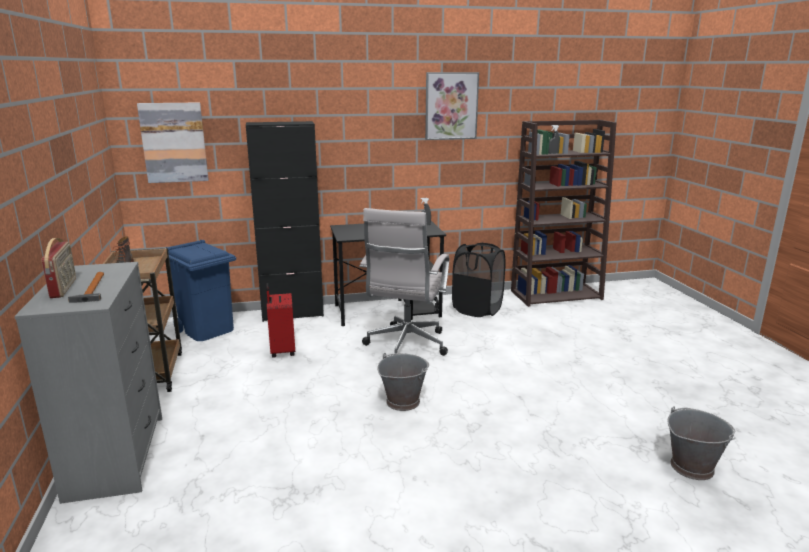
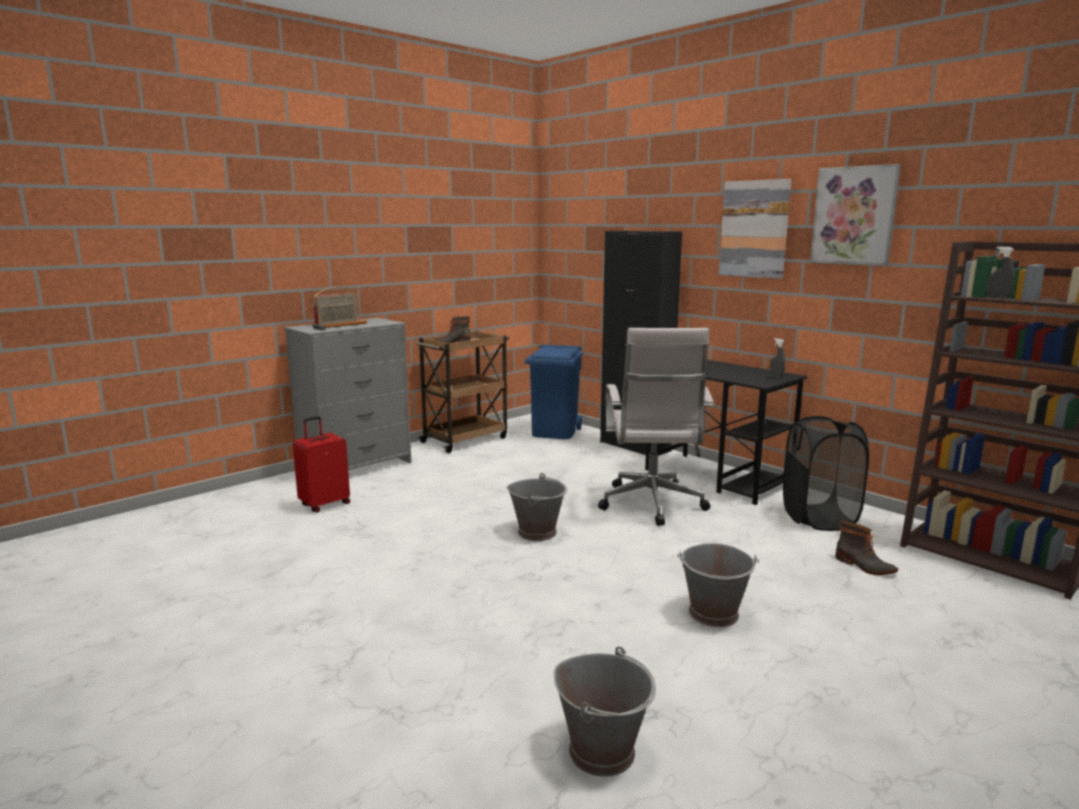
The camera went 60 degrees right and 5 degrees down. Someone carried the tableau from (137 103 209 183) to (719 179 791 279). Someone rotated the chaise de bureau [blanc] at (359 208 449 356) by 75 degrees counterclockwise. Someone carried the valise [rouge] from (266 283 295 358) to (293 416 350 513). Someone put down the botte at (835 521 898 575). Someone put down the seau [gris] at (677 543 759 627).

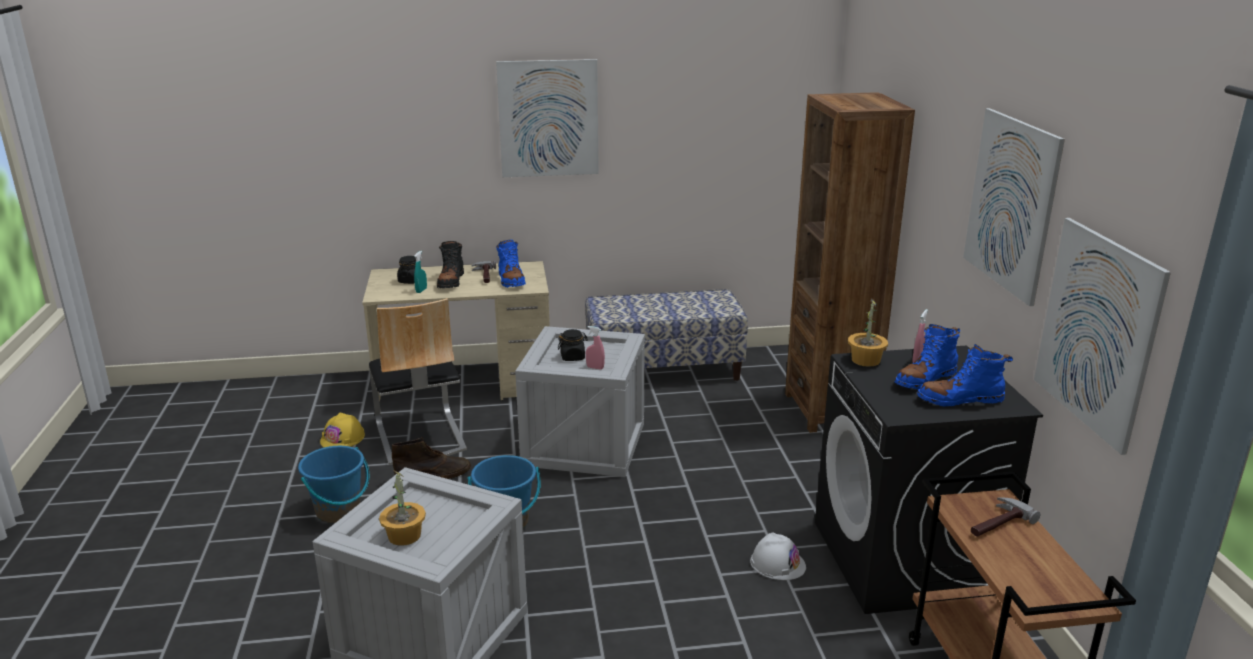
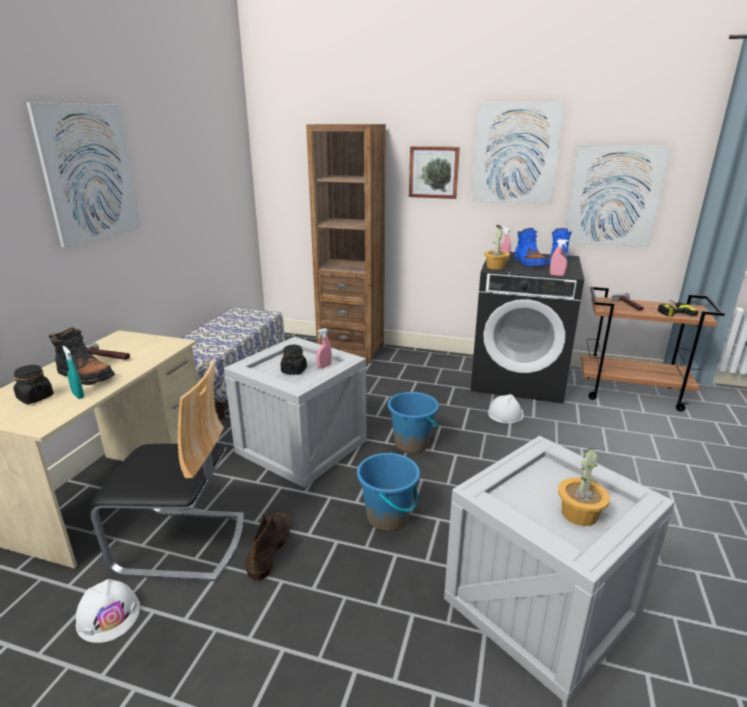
The camera went 65 degrees left and 0 degrees up. Someone took away the botte [bleu] at (496 240 526 288). Someone repainted the casque de chantier [jaune] at (320 413 365 448), which became the casque de chantier [blanc] at (76 579 140 643). Someone carried the seau [bleu] from (298 446 369 523) to (388 392 439 453). Someone put up the tableau at (409 146 460 199). Someone put down the vaporisateur [rose] at (550 239 569 276). Someone put down the perceuse at (658 300 698 317).

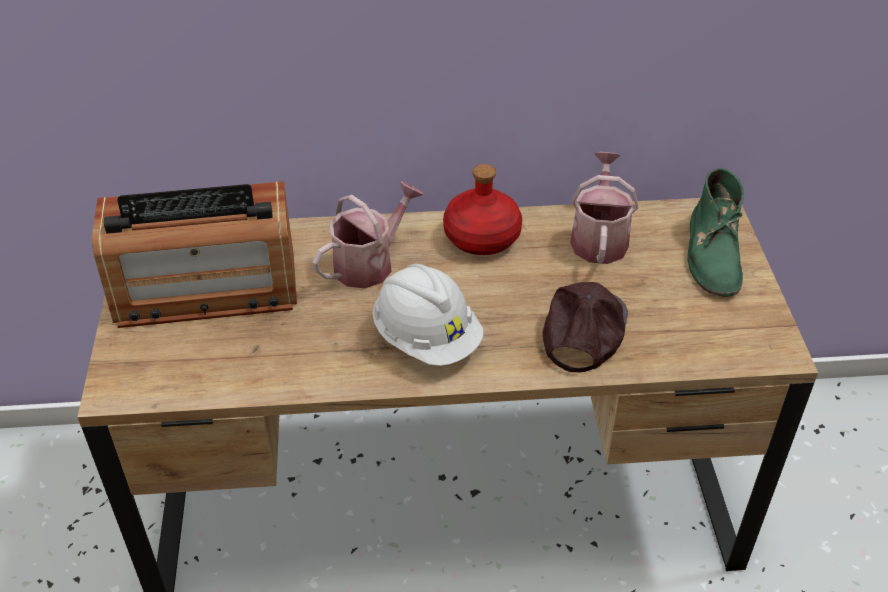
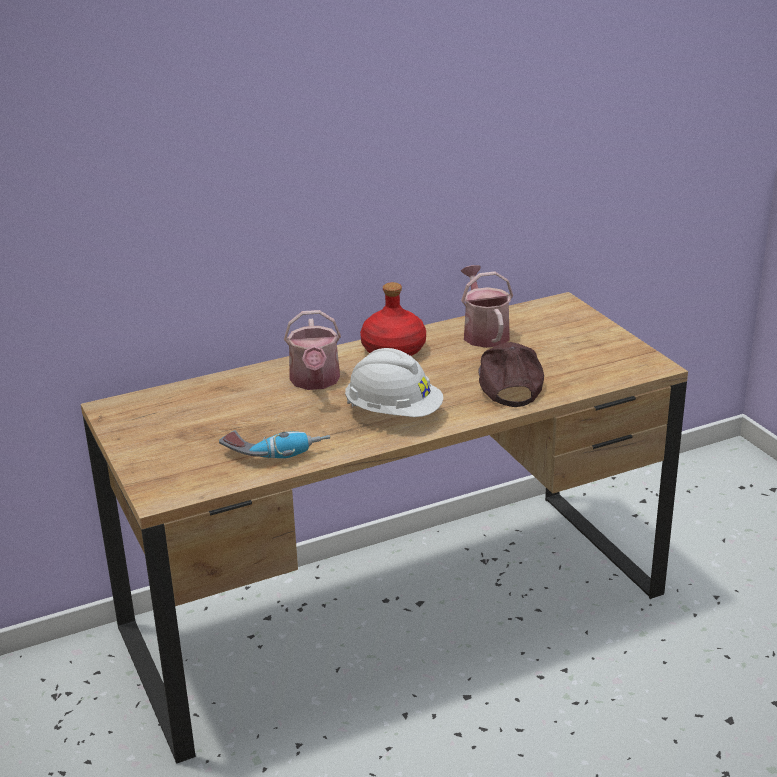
The camera went 20 degrees left and 15 degrees down. Someone took away the botte [vert] at (688 168 744 297). Someone took away the radio at (92 181 297 328). Someone rotated the arrosoir at (312 182 424 289) by 150 degrees clockwise. Someone put down the perceuse at (219 430 330 458).

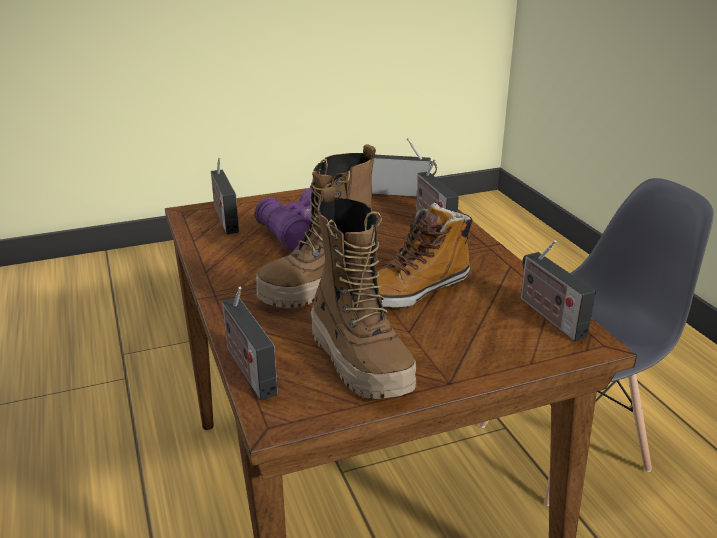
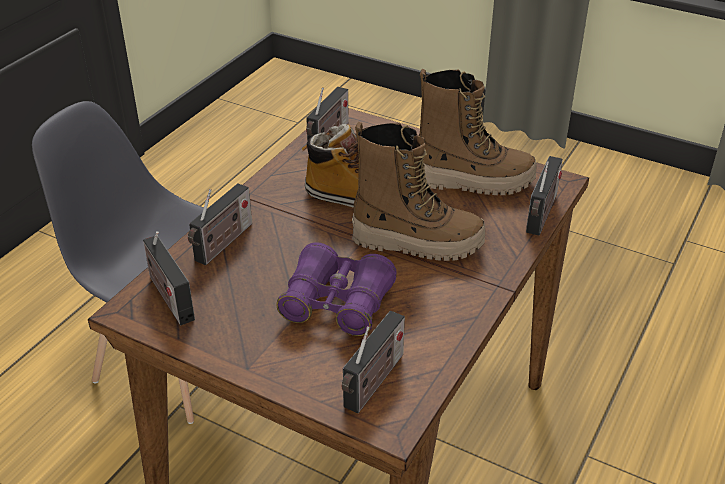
The camera went 130 degrees left and 10 degrees up. Someone rotated the botte at (311 187 416 399) by 75 degrees clockwise.

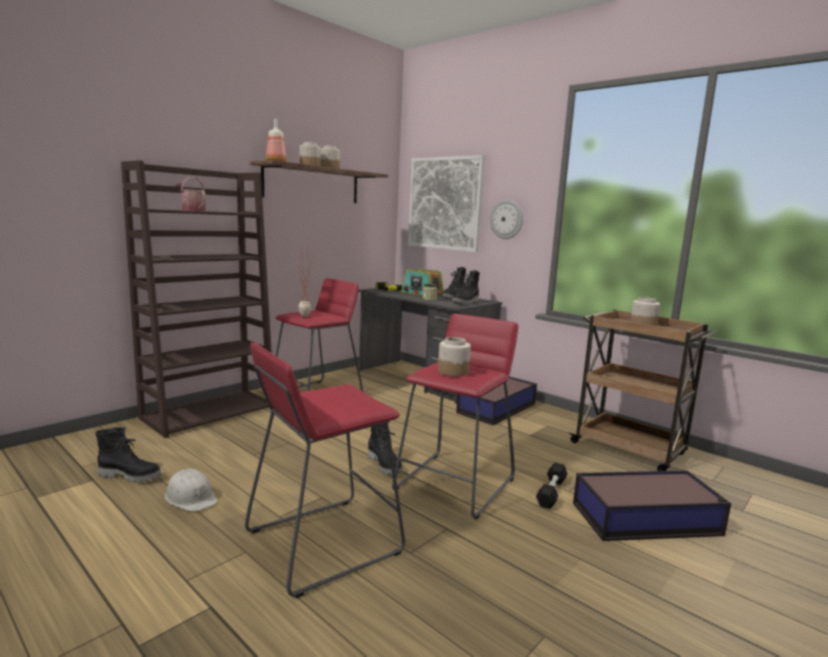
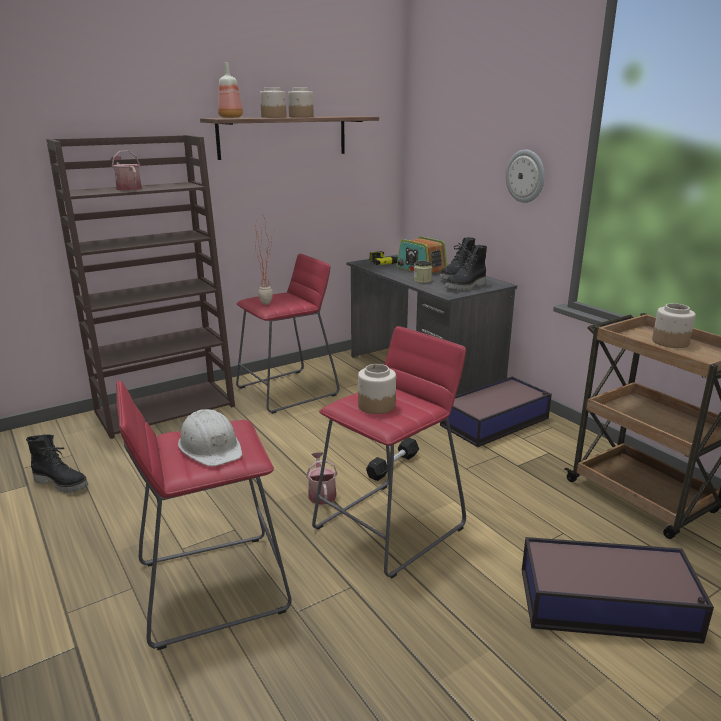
The camera went 15 degrees right and 10 degrees up. Someone took away the tableau at (408 155 485 252). Someone swapped the botte [noir] at (368 421 402 475) for the arrosoir at (306 452 338 505). Someone carried the haltère [noir] from (536 462 568 509) to (366 438 419 481). Someone carried the casque de chantier [blanc] from (164 469 217 512) to (178 409 242 466).

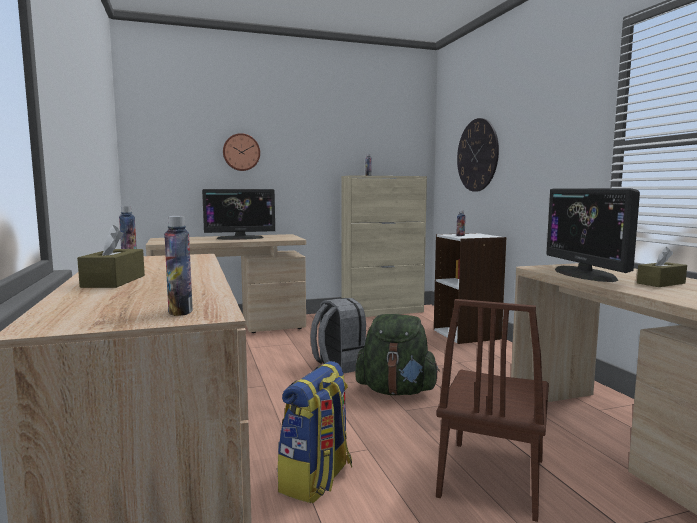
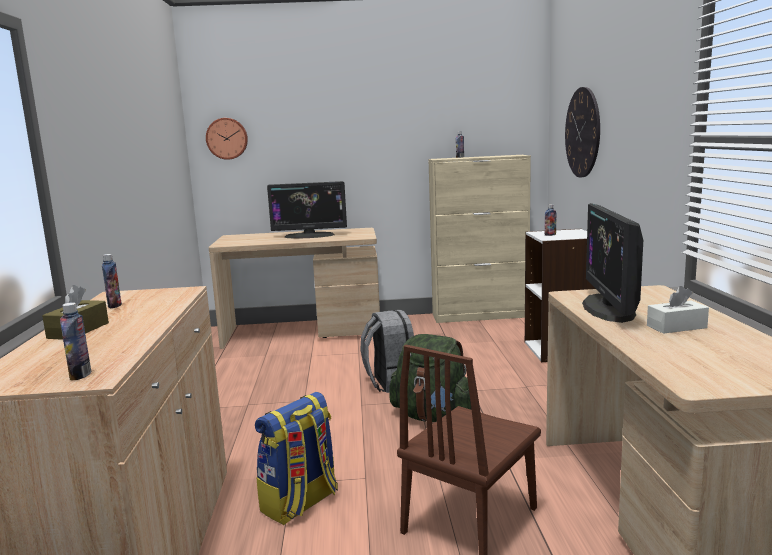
The camera went 15 degrees right and 5 degrees up. Someone carried the horloge murale from (223 133 260 171) to (206 118 248 160). Someone repainted the boîte à mouchoirs [marron] at (637 247 687 287), which became the boîte à mouchoirs [blanc] at (647 286 709 334).

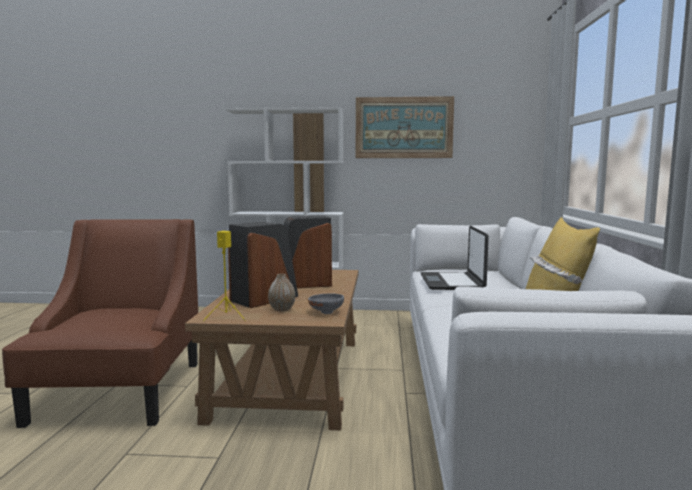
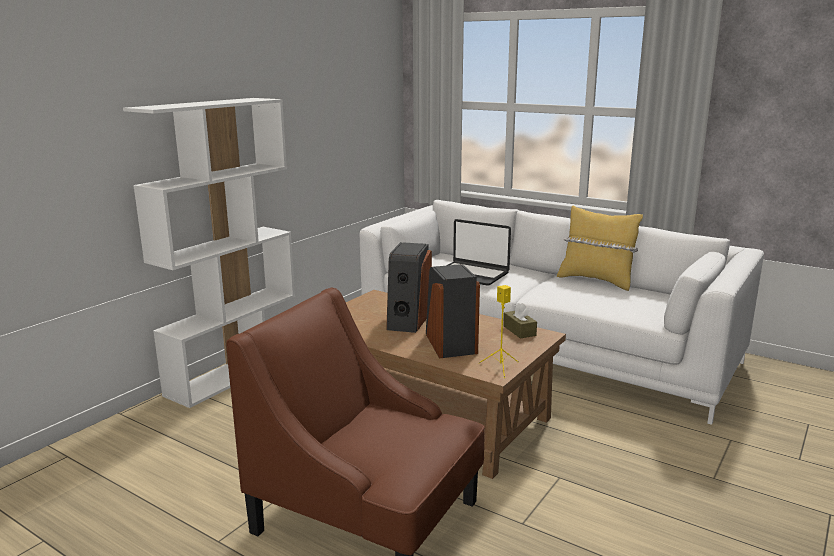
The camera went 60 degrees left and 10 degrees up. Someone took away the tableau at (356 96 454 158). Someone took away the vase at (268 274 295 311). Someone swapped the bol [gris] at (308 293 344 314) for the boîte à mouchoirs [marron] at (503 303 537 339).

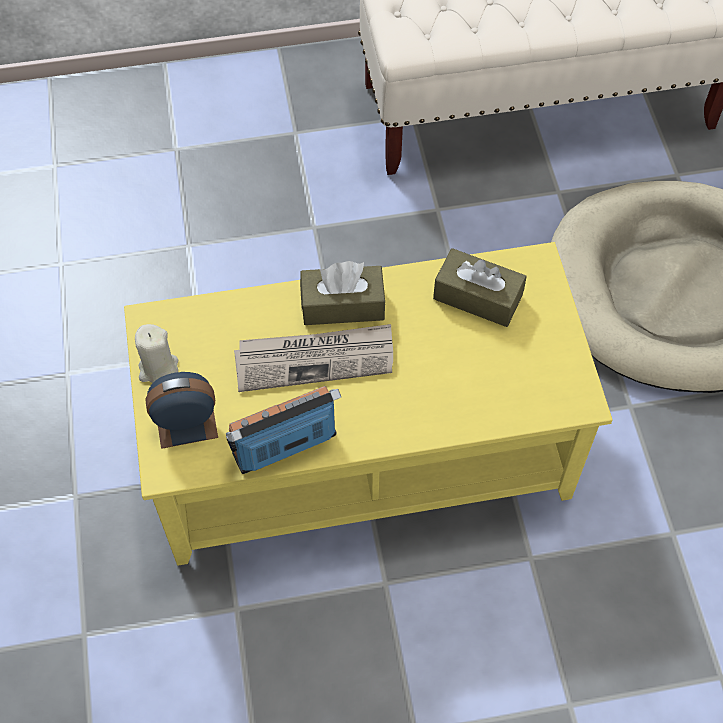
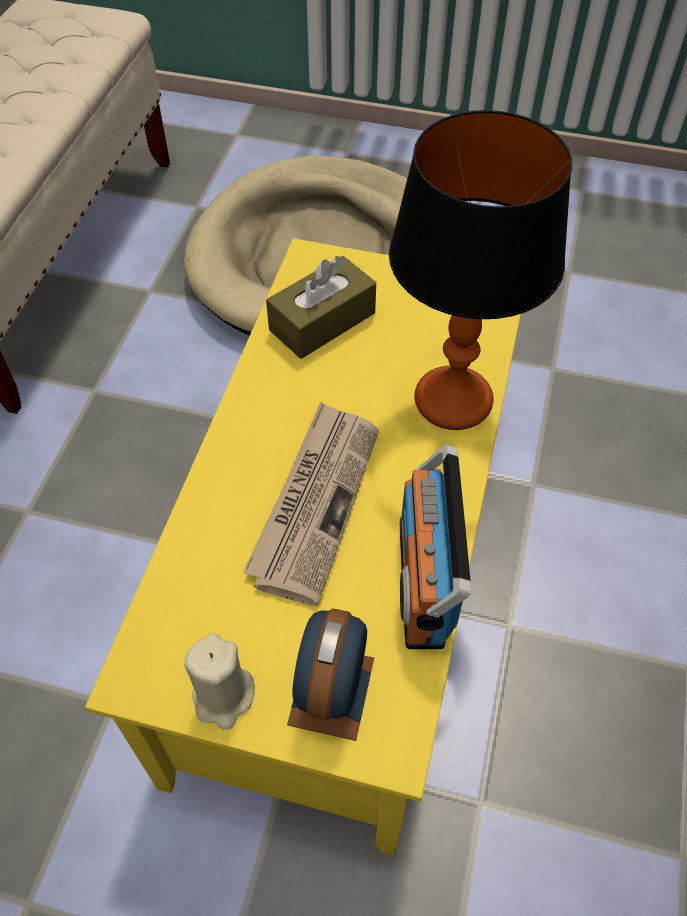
The camera went 65 degrees left and 5 degrees down. Someone took away the boîte à mouchoirs [marron] at (300 261 385 325). Someone put down the lampe de table at (389 110 572 430).

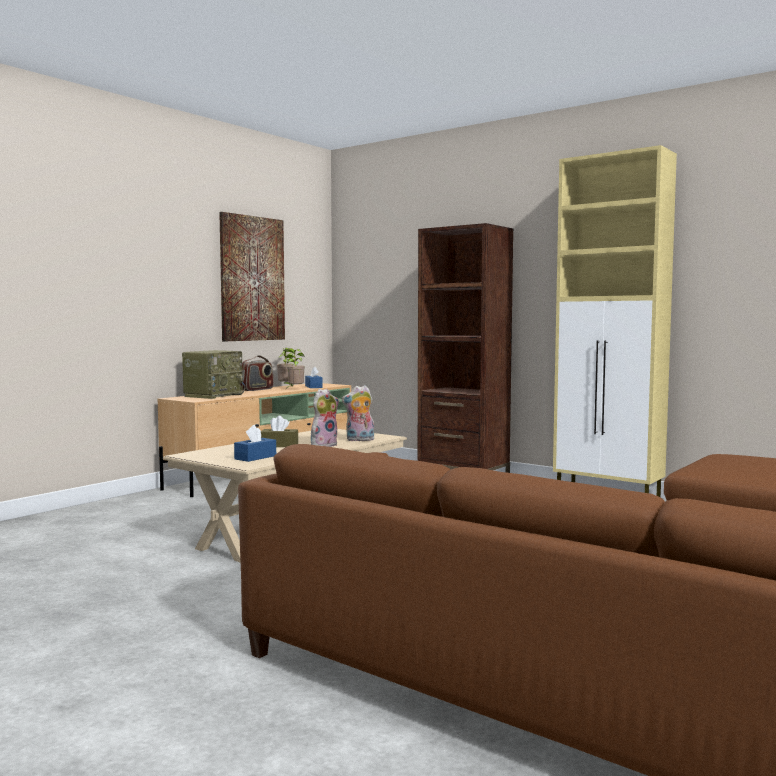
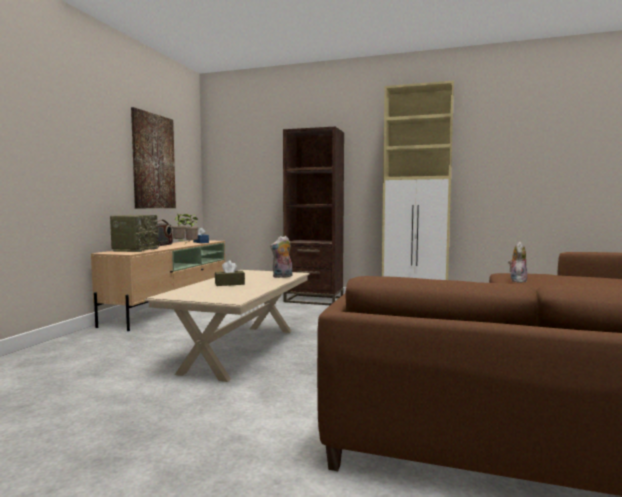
The camera went 20 degrees left and 0 degrees up. Someone carried the peluche from (311 388 339 447) to (508 242 527 283). Someone took away the boîte à mouchoirs [bleu] at (234 425 276 462).

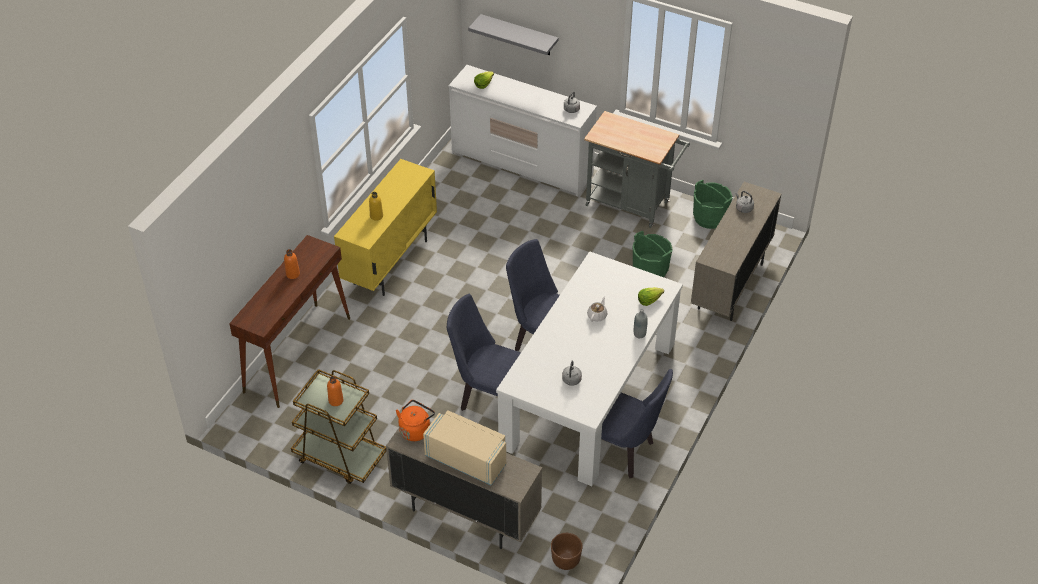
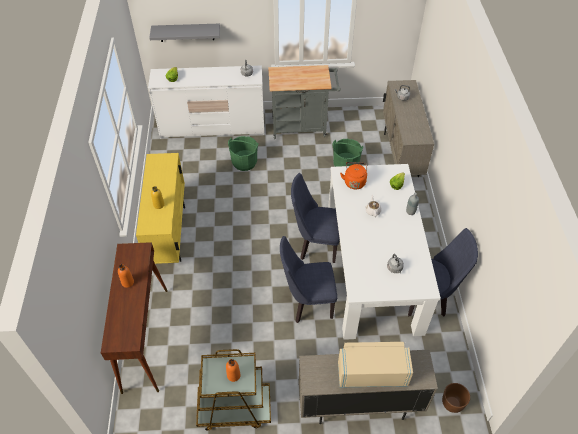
The camera went 30 degrees left and 5 degrees up. Someone carried the seau [vert] from (693 180 732 229) to (228 136 259 171). Someone carried the bouilloire [orange] from (396 400 435 441) to (340 162 367 190).

